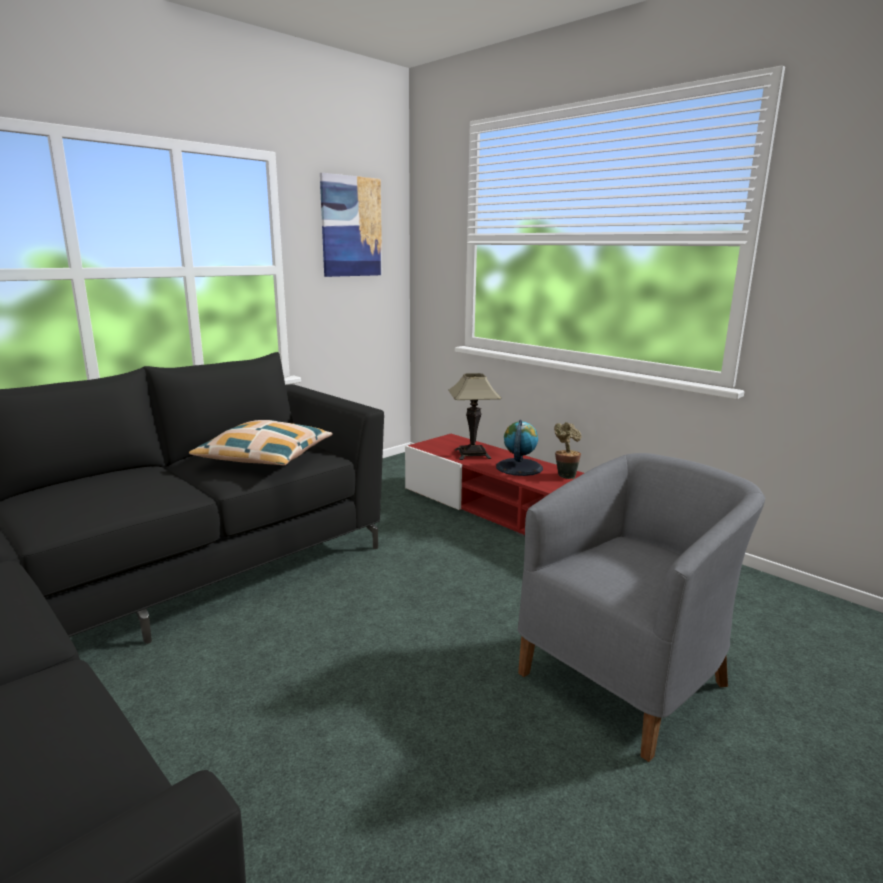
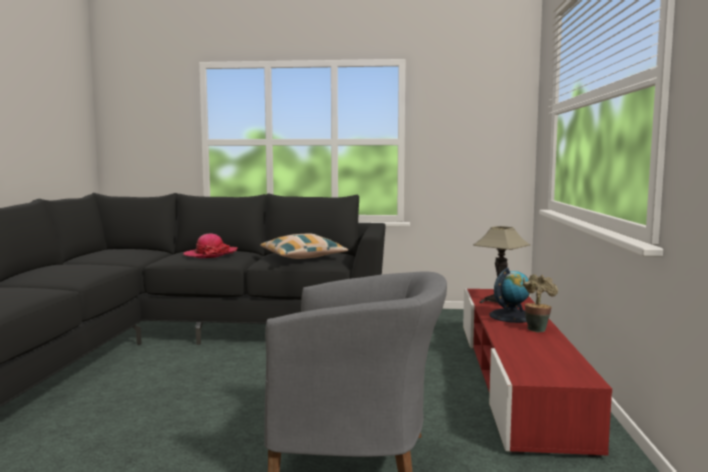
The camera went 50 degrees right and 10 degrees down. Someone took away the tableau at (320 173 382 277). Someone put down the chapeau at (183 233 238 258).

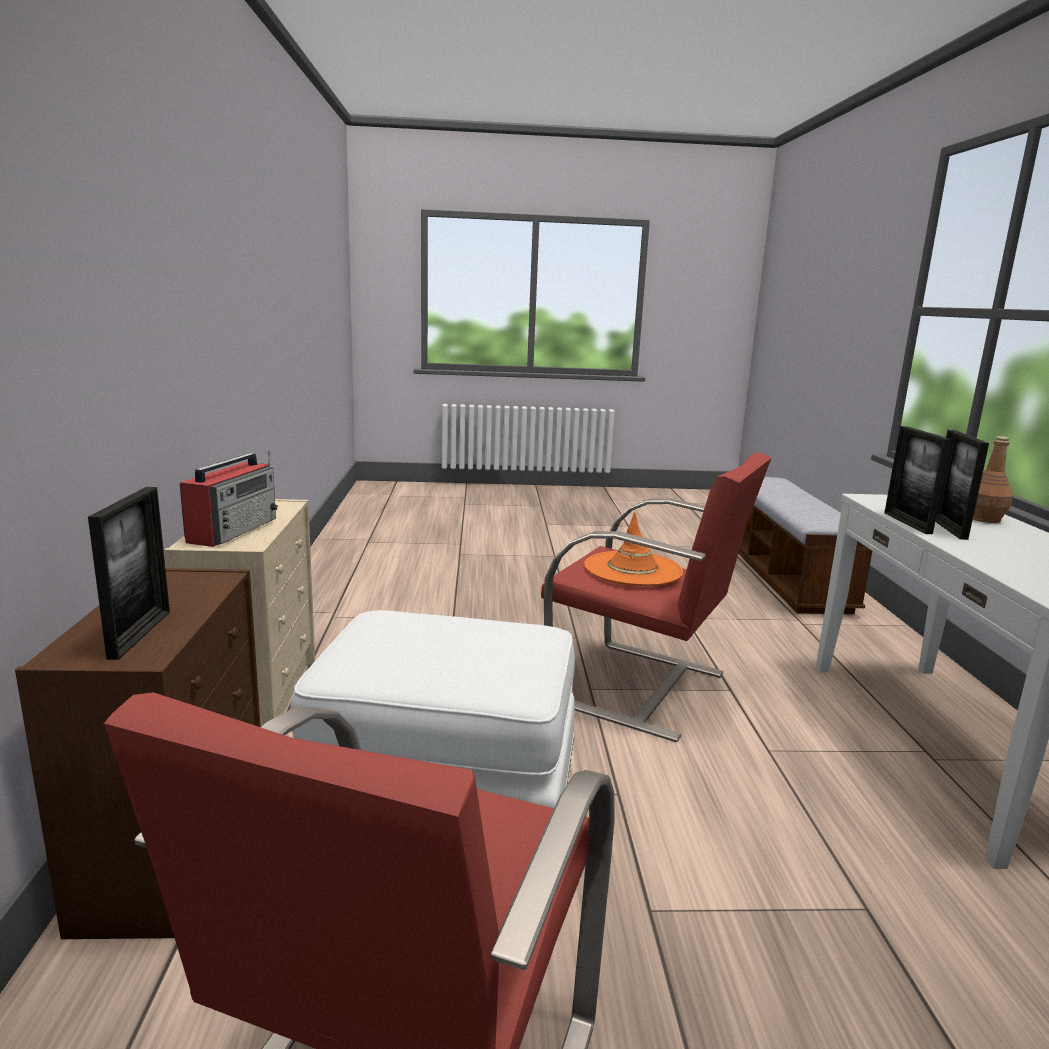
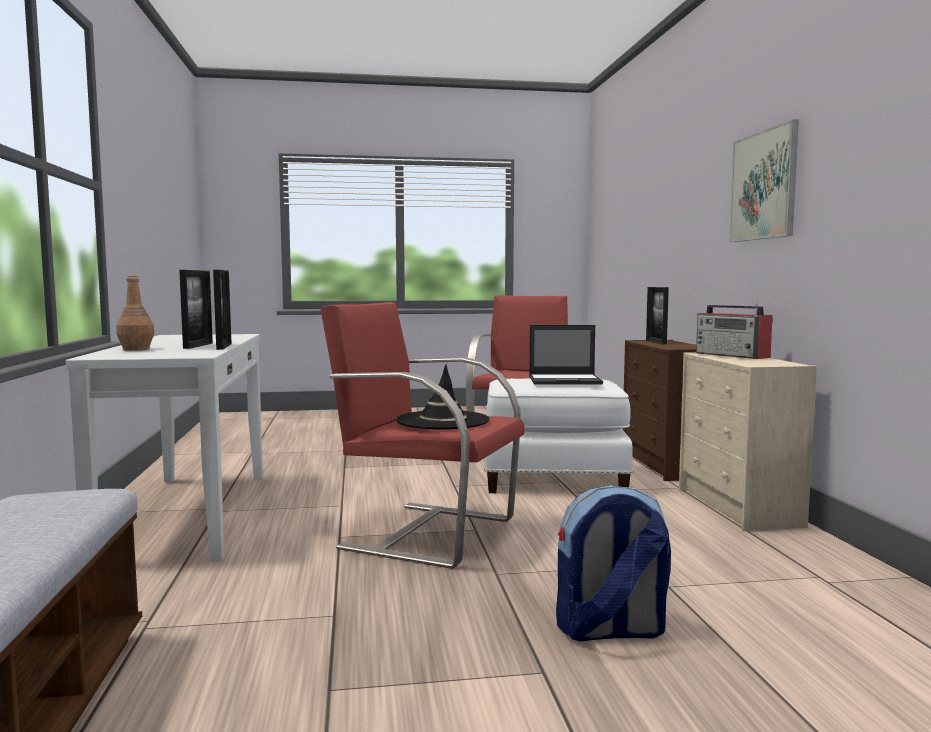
The camera went 175 degrees right and 10 degrees down. Someone rotated the radio at (180 450 278 547) by 45 degrees counterclockwise. Someone repainted the chapeau [orange] at (584 512 683 586), which became the chapeau [noir] at (396 364 490 430). Someone put up the tableau at (729 119 799 242). Someone put down the ordinateur portable at (529 325 603 385). Someone put down the sac à dos at (556 485 671 641).

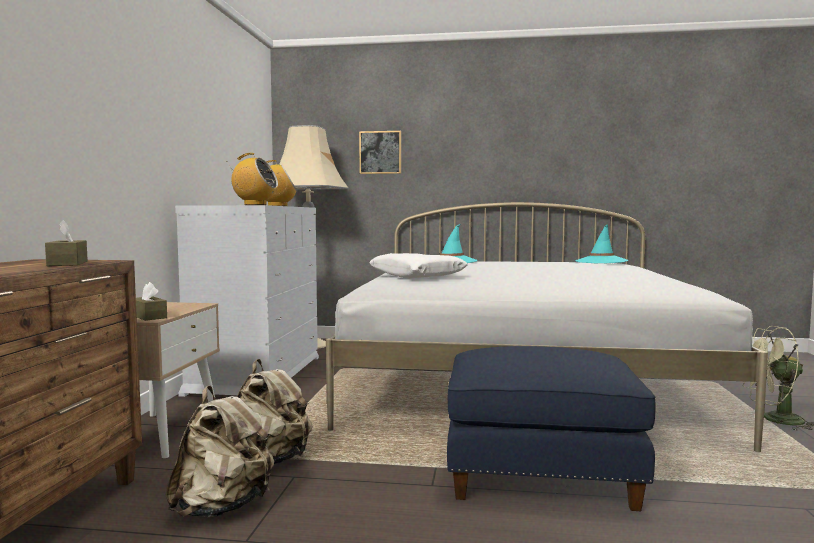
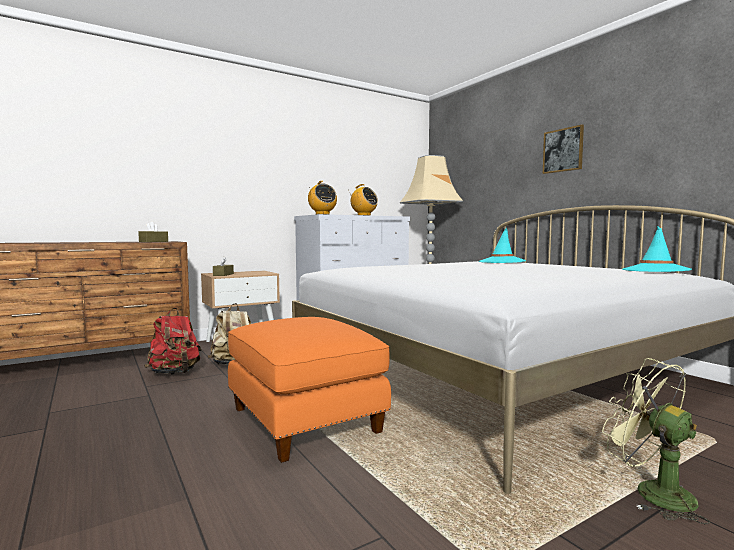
The camera went 50 degrees right and 0 degrees up. Someone carried the tableau from (359 131 401 174) to (543 125 584 174). Someone took away the coussin [blanc] at (369 253 468 279). Someone repainted the pouf [bleu] at (447 346 656 511), which became the pouf [orange] at (228 317 391 463). Someone repainted the sac à dos [beige] at (165 386 274 518), which became the sac à dos [rouge] at (144 308 202 375).

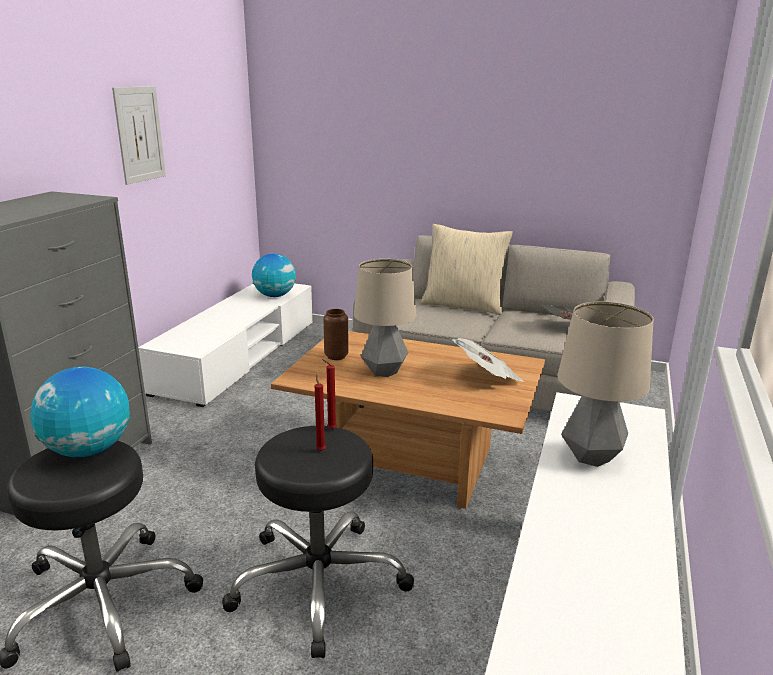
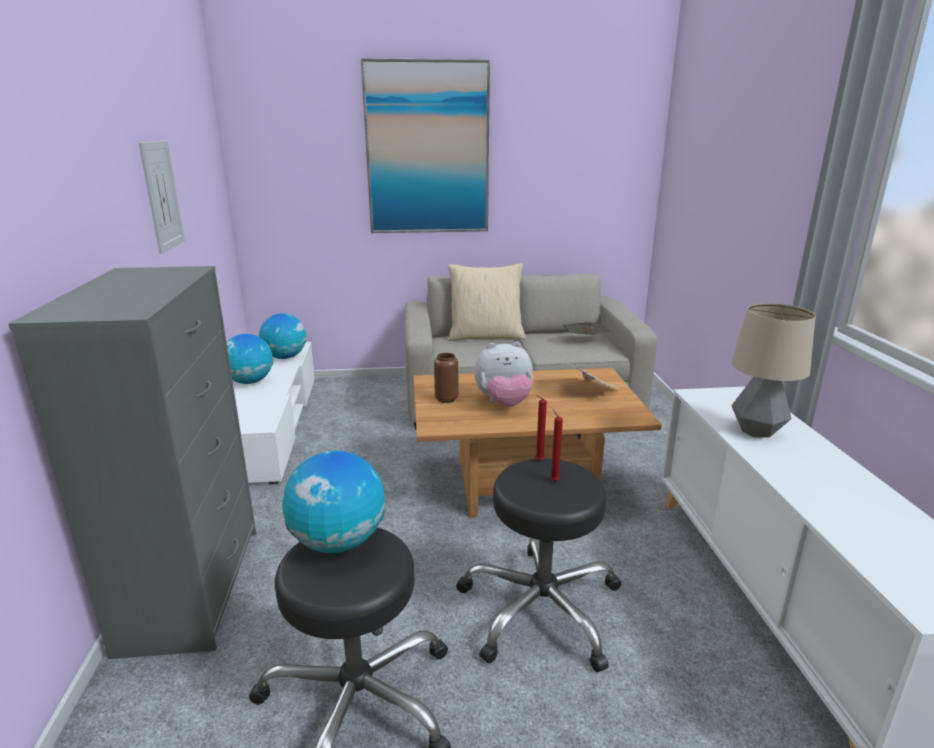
The camera went 25 degrees left and 0 degrees up. Someone swapped the lampe de table at (354 259 416 377) for the peluche at (474 341 533 407). Someone put up the tableau at (361 58 490 233). Someone put down the globe at (227 334 273 384).

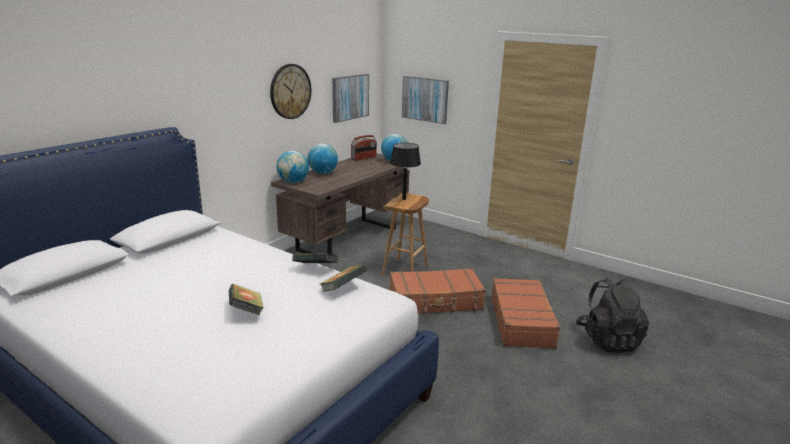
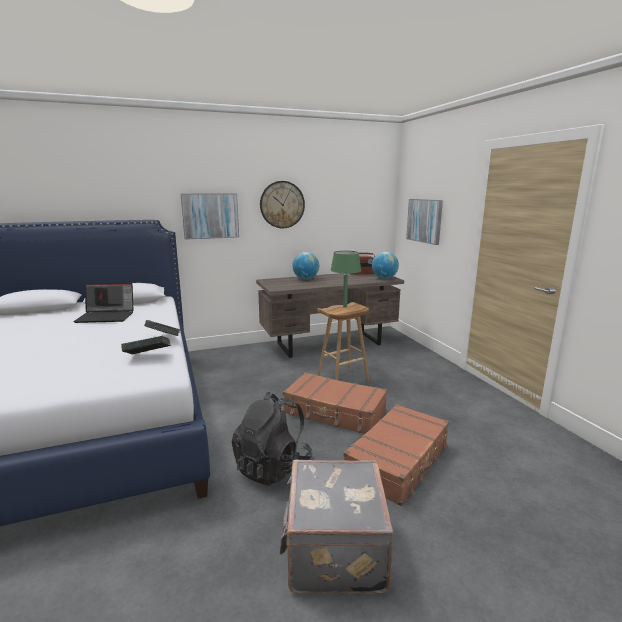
The camera went 35 degrees right and 5 degrees down. Someone carried the tableau from (332 74 369 123) to (181 193 239 240). Someone repainted the lampe de table [noir] at (390 143 421 200), which became the lampe de table [vert] at (331 251 361 308). Someone took away the globe at (277 151 309 183). Someone carried the sac à dos [noir] from (576 278 649 353) to (232 392 312 486). Someone took away the livre at (228 284 263 315). Someone put down the ordinateur portable at (73 283 134 323). Someone put down the valise [gris] at (280 460 394 594).

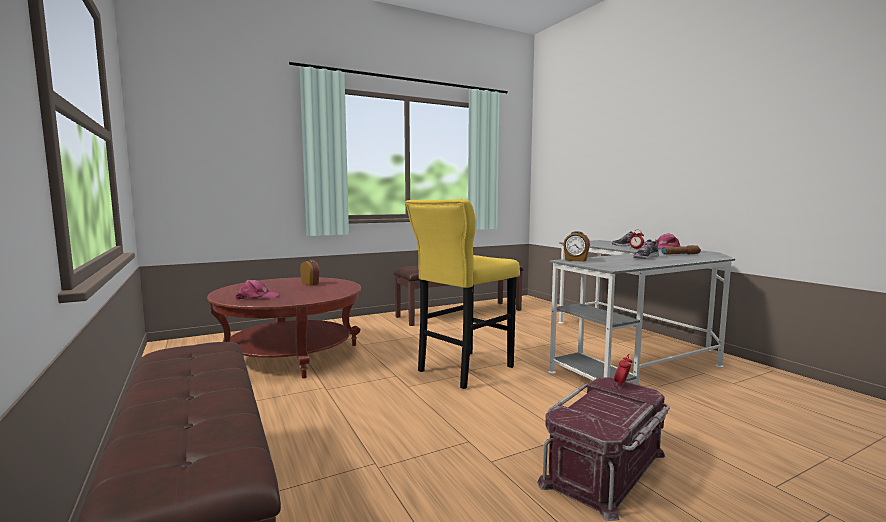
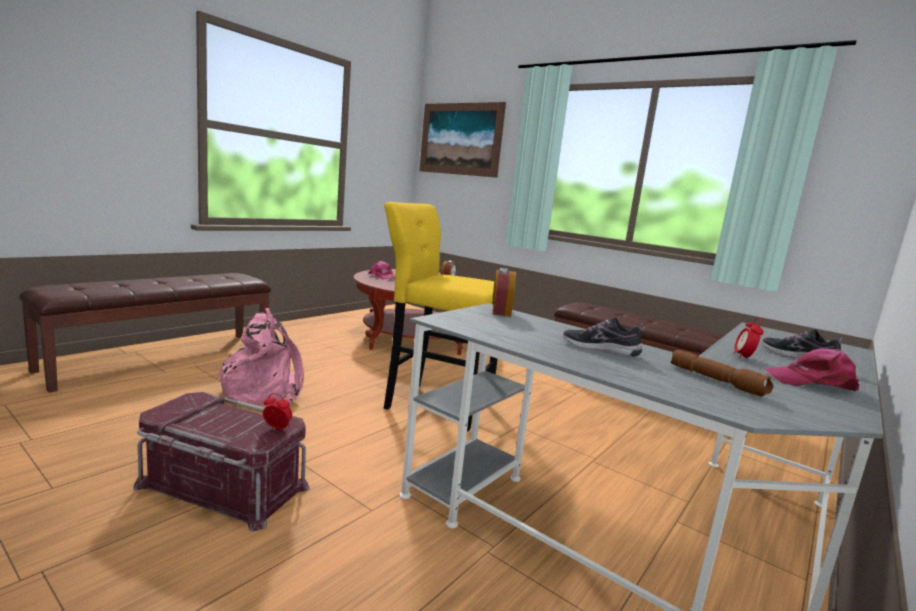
The camera went 65 degrees right and 5 degrees up. Someone put up the tableau at (420 102 506 178). Someone put down the sac à dos [rose] at (216 308 303 406).

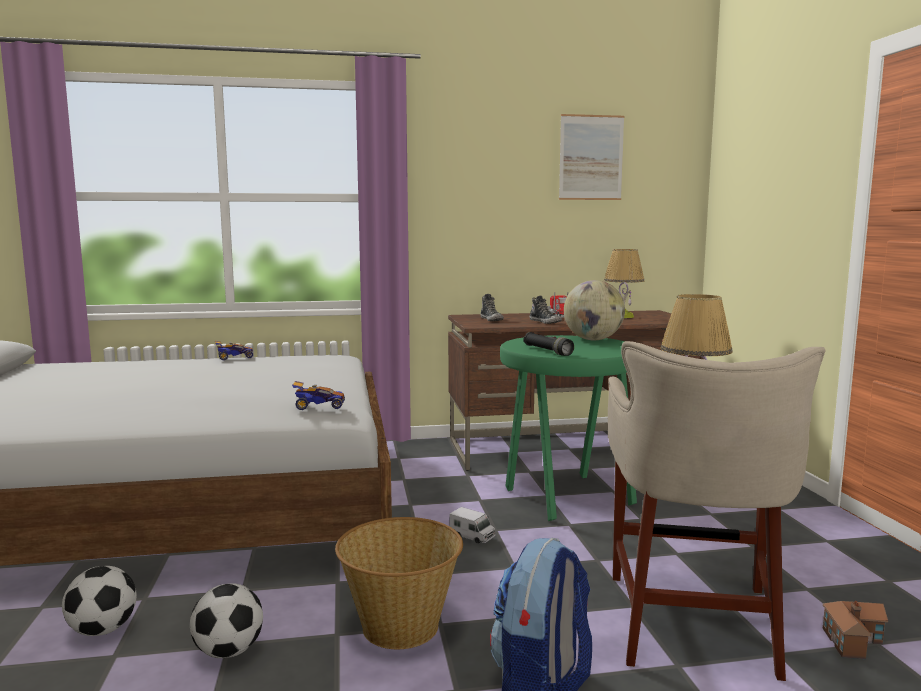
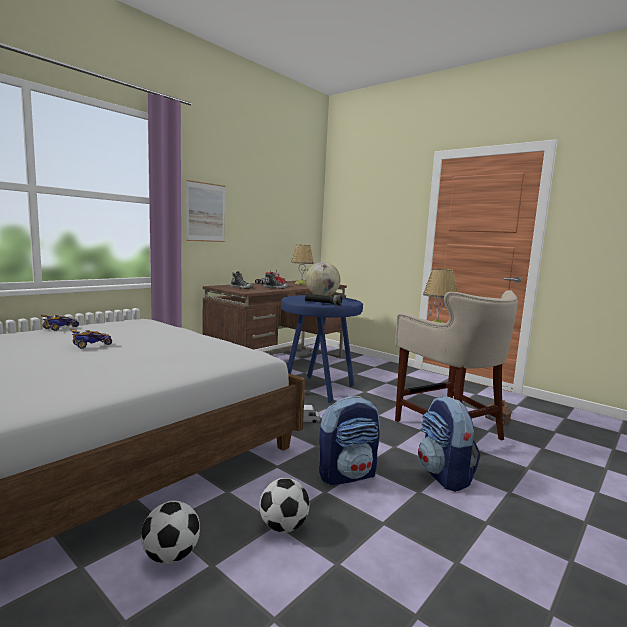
The camera went 40 degrees left and 0 degrees up. Someone carried the tableau from (559 114 625 200) to (186 180 225 242). Someone repainted the tabouret [vert] at (500 335 637 521), which became the tabouret [bleu] at (281 295 363 403). Someone carried the petite voiture from (292 381 345 410) to (70 329 112 349). Someone swapped the panier at (335 517 463 649) for the sac à dos at (319 396 380 485).

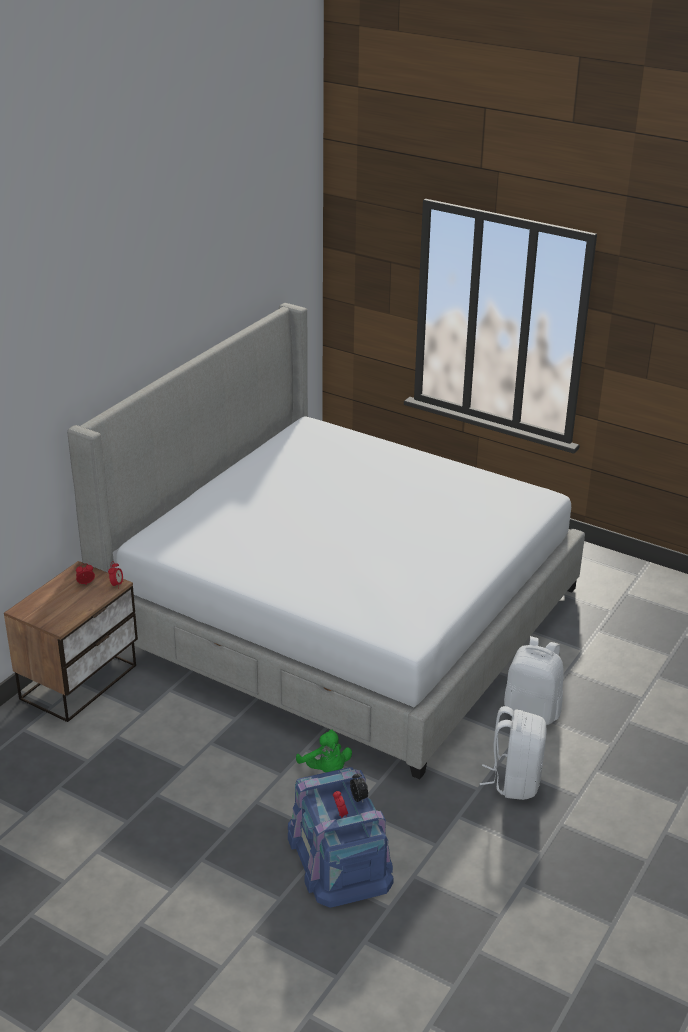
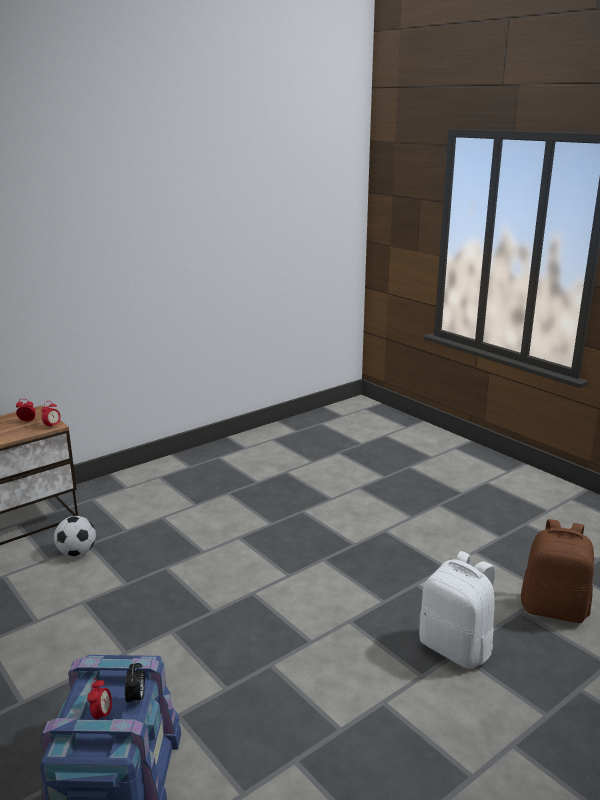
The camera went 20 degrees right and 10 degrees down. Someone took away the lit at (67 303 585 779). Someone took away the sac à dos [blanc] at (480 706 546 800). Someone took away the peluche [vert] at (296 729 352 772). Someone put down the ballon de foot at (54 516 96 557). Someone put down the sac à dos [marron] at (521 519 594 623).

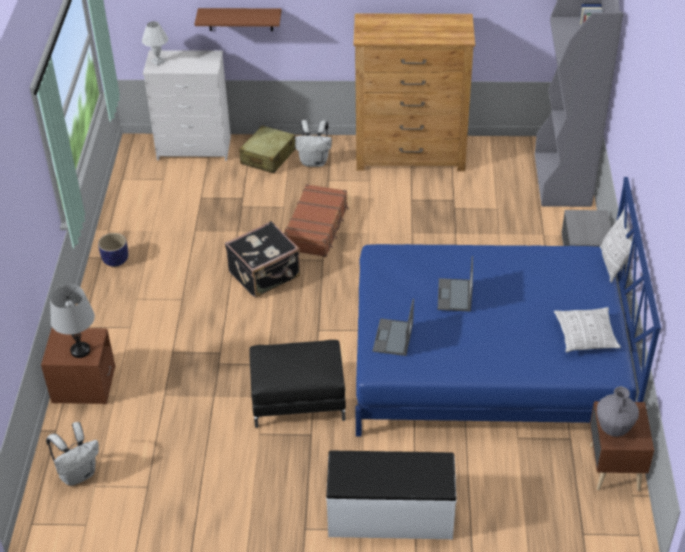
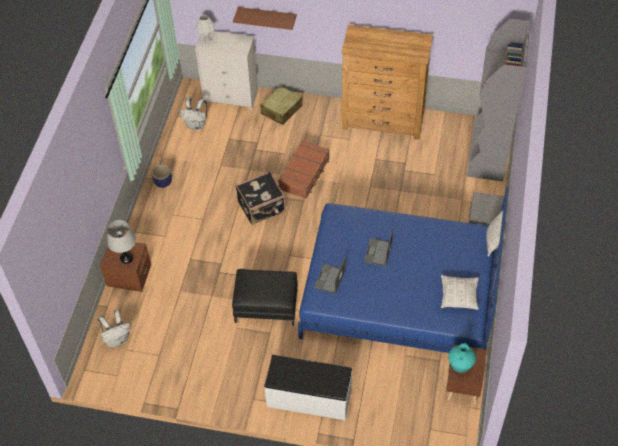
The camera went 10 degrees right and 10 degrees up. Someone carried the sac à dos [blanc] from (295 120 332 167) to (180 97 207 130). Someone repainted the vase [gris] at (597 386 639 437), which became the vase [turquoise] at (448 343 476 373).

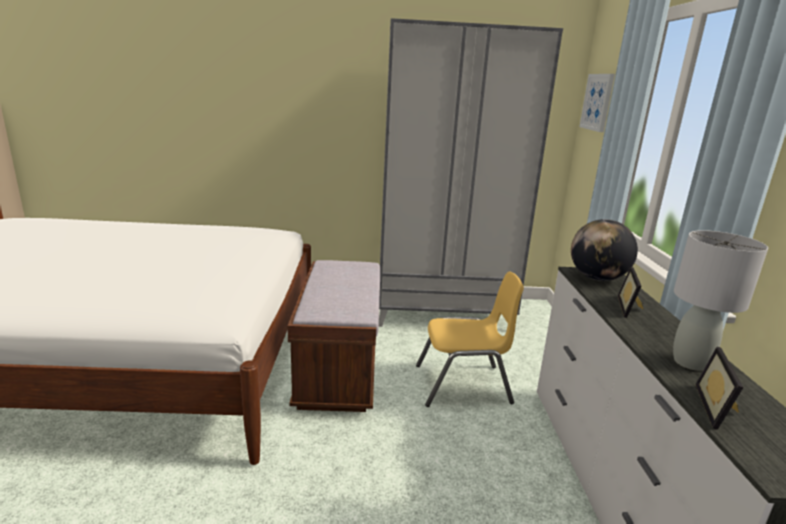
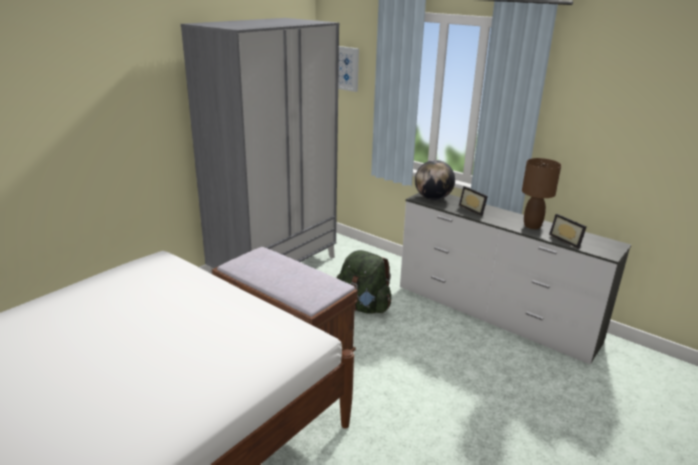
The camera went 50 degrees left and 5 degrees up. Someone repainted the lampe de table [gris] at (673 230 768 371), which became the lampe de table [marron] at (522 158 561 229). Someone swapped the chaise [jaune] at (416 271 524 407) for the sac à dos [vert] at (336 250 391 314).

